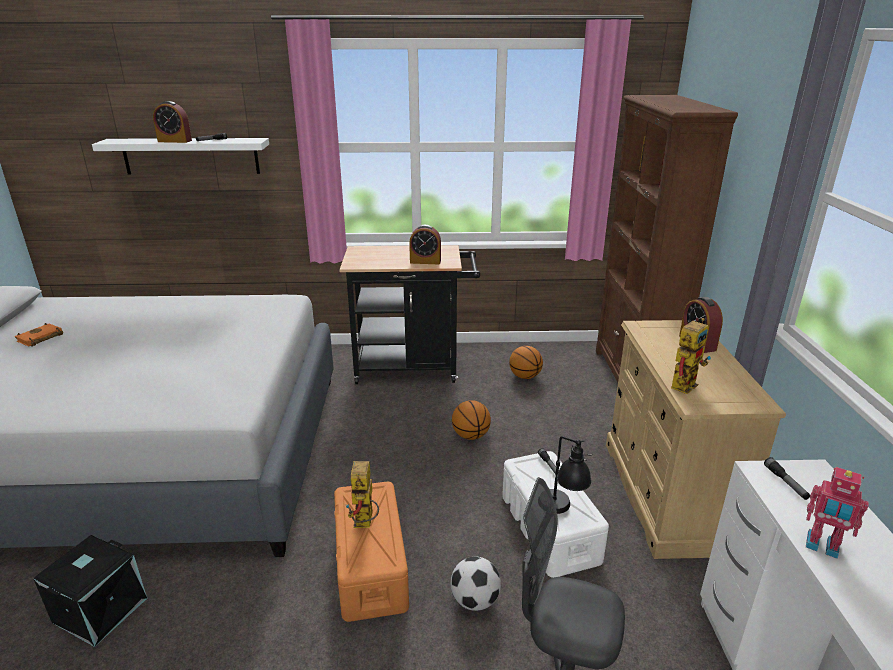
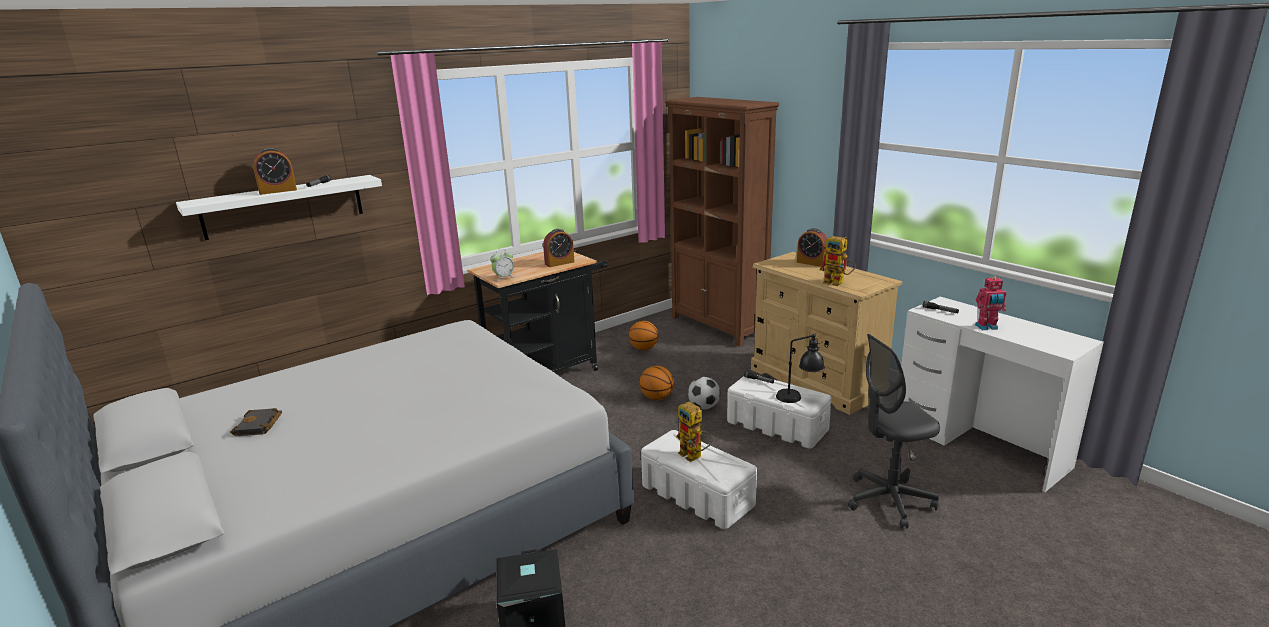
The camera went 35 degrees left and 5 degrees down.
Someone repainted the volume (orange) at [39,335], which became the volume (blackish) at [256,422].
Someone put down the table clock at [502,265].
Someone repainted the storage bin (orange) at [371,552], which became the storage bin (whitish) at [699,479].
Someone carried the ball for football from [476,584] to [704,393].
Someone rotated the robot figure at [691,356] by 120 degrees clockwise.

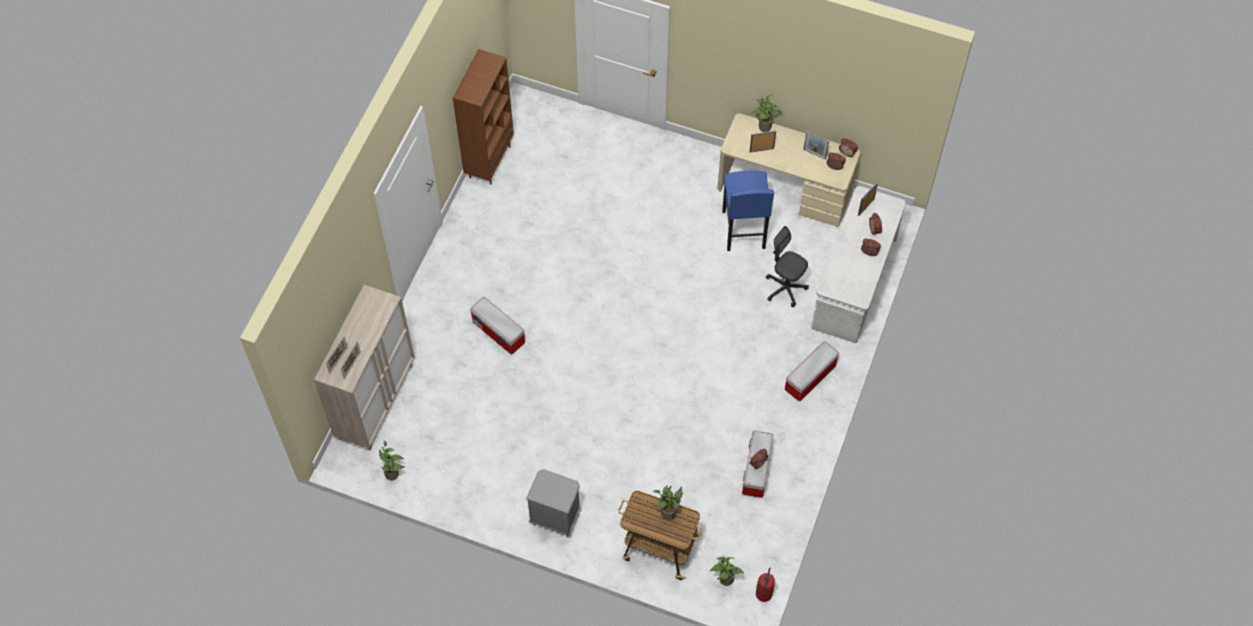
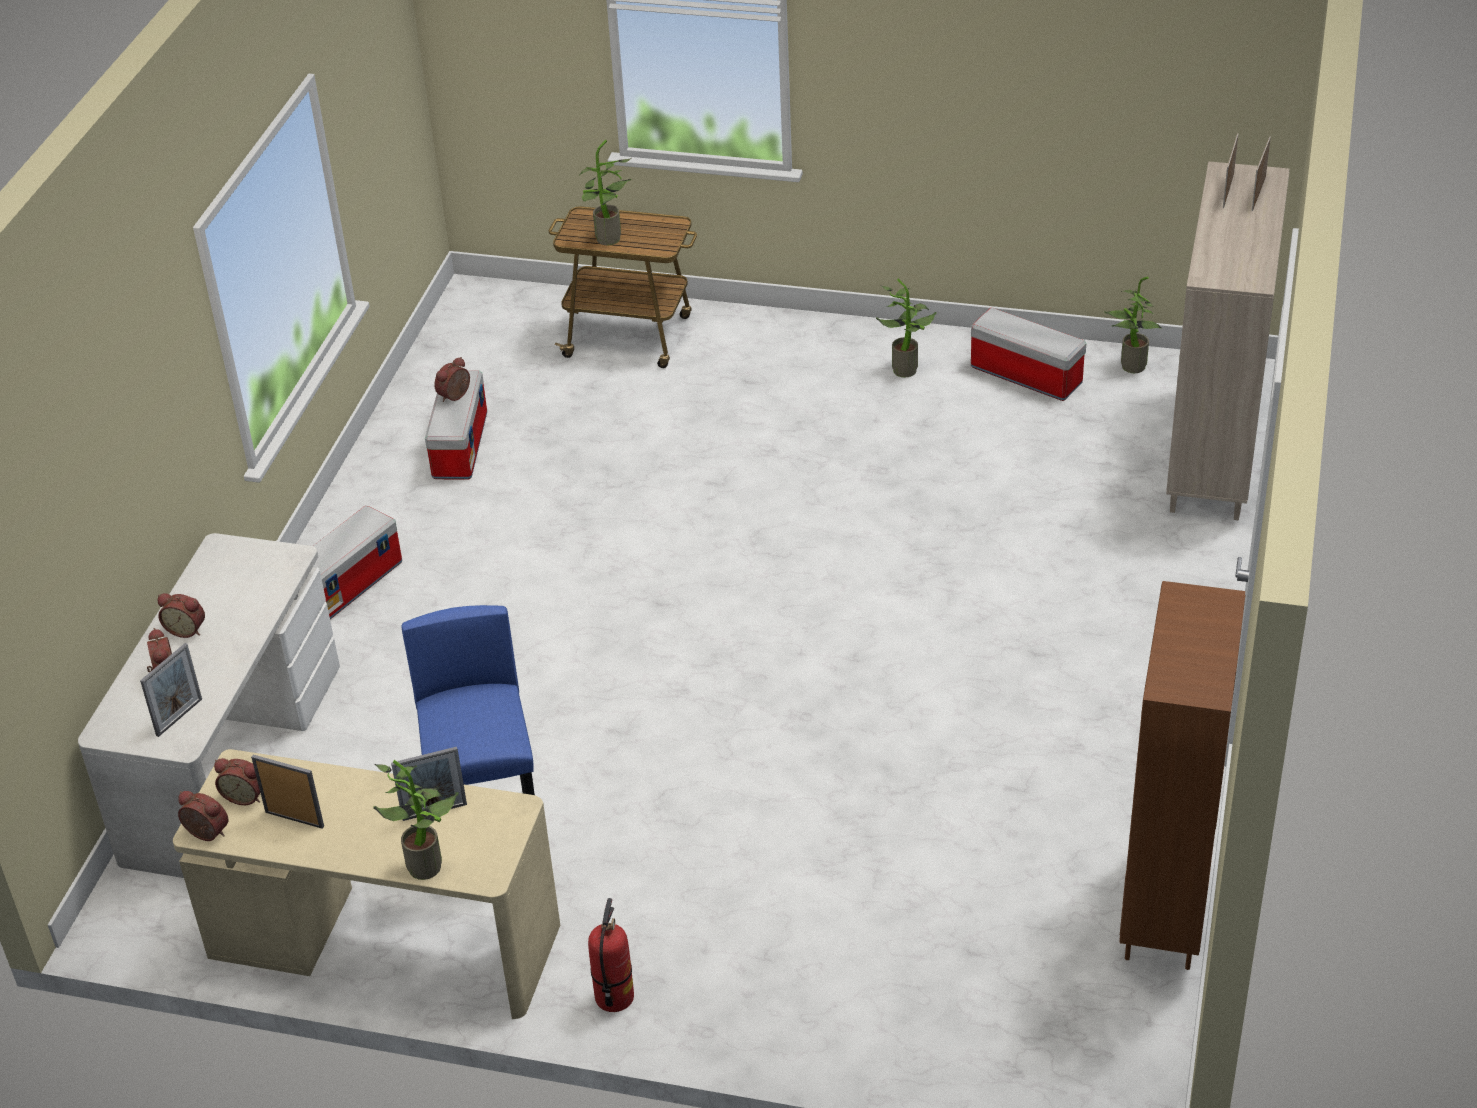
The camera went 175 degrees right and 20 degrees down.
Someone carried the extinguisher from [765,584] to [611,955].
Someone carried the houseplant from [727,571] to [906,328].
Someone carried the storage bin from [497,325] to [1028,354].
Someone took away the night table (grey) at [554,503].
Someone took away the office chair (grey) at [787,266].

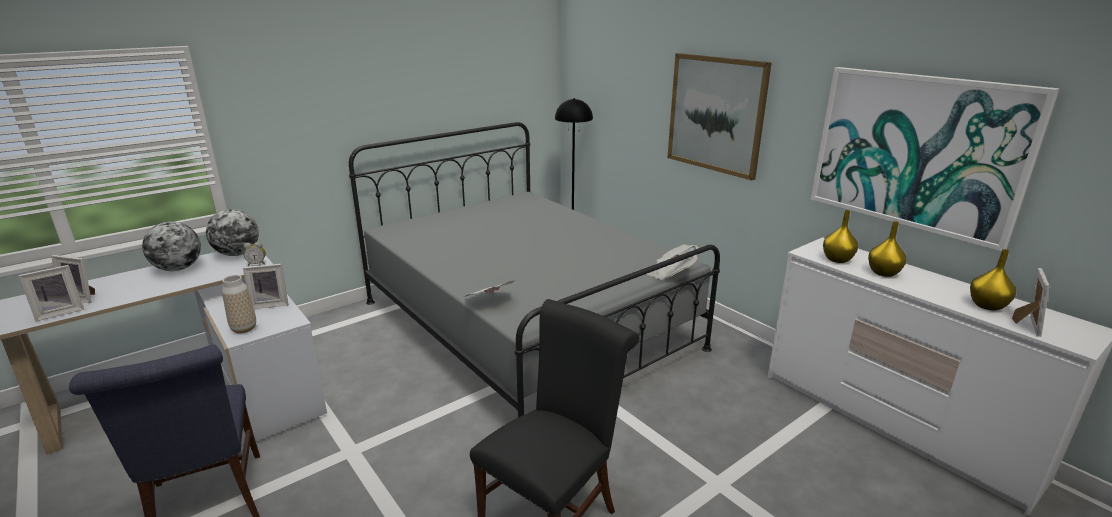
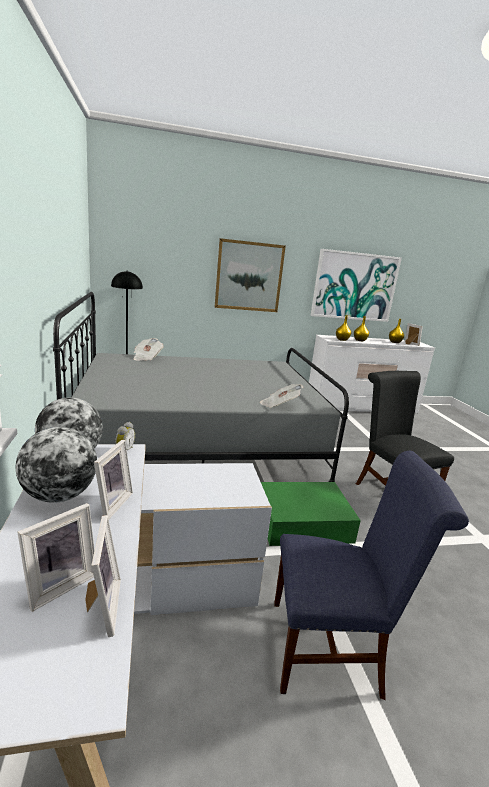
The camera went 65 degrees left and 5 degrees down.
Someone carried the standing frame from [266,286] to [113,479].
Someone carried the printed paper from [673,262] to [148,349].
Someone put down the storage bin (green) at [311,514].
Someone took away the flower vase at [239,304].

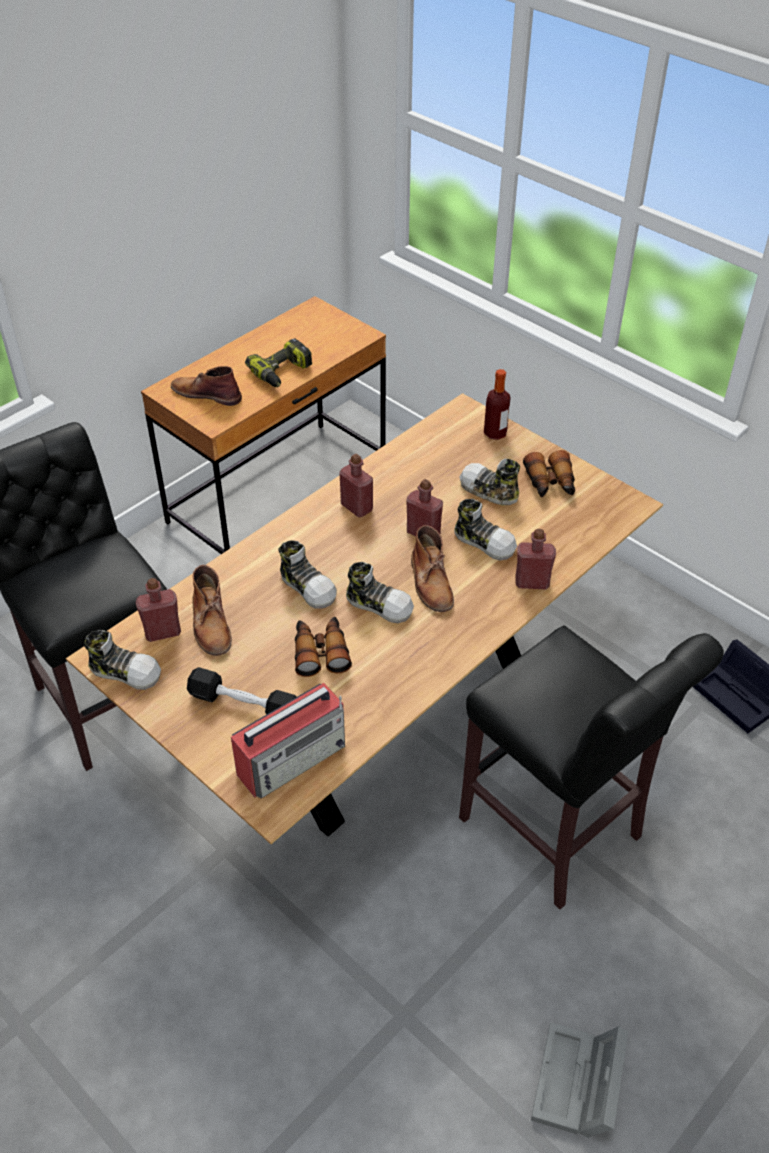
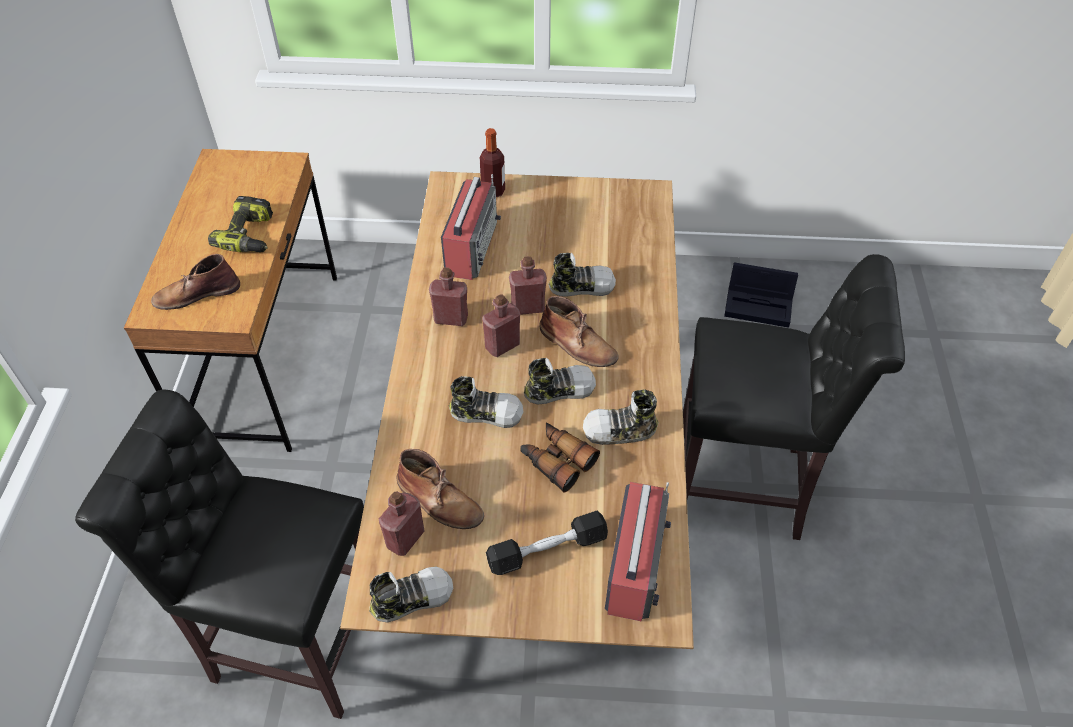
The camera went 40 degrees left and 5 degrees up.
Someone put down the radio at [471,227].
Someone carried the beverage bottle (red-coloured) from [535,559] to [501,325].
Someone carried the shoe from [490,482] to [621,417].
Someone took away the field glasses at [549,474].
Someone took away the storage bin (grey) at [579,1080].

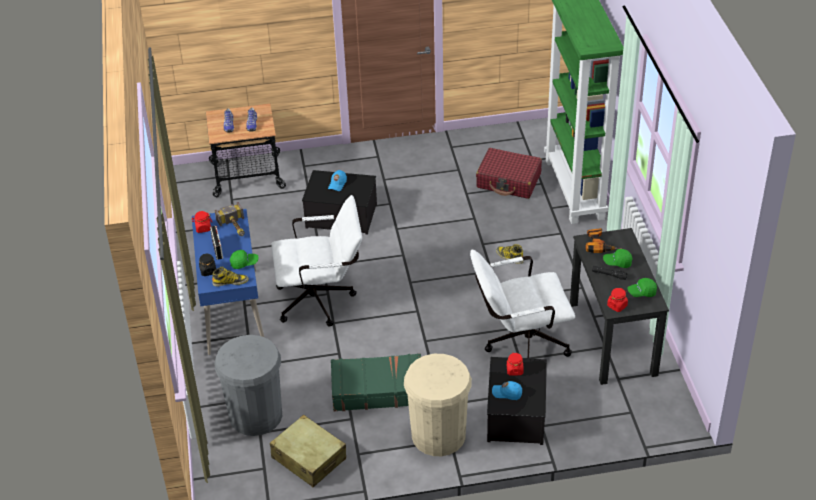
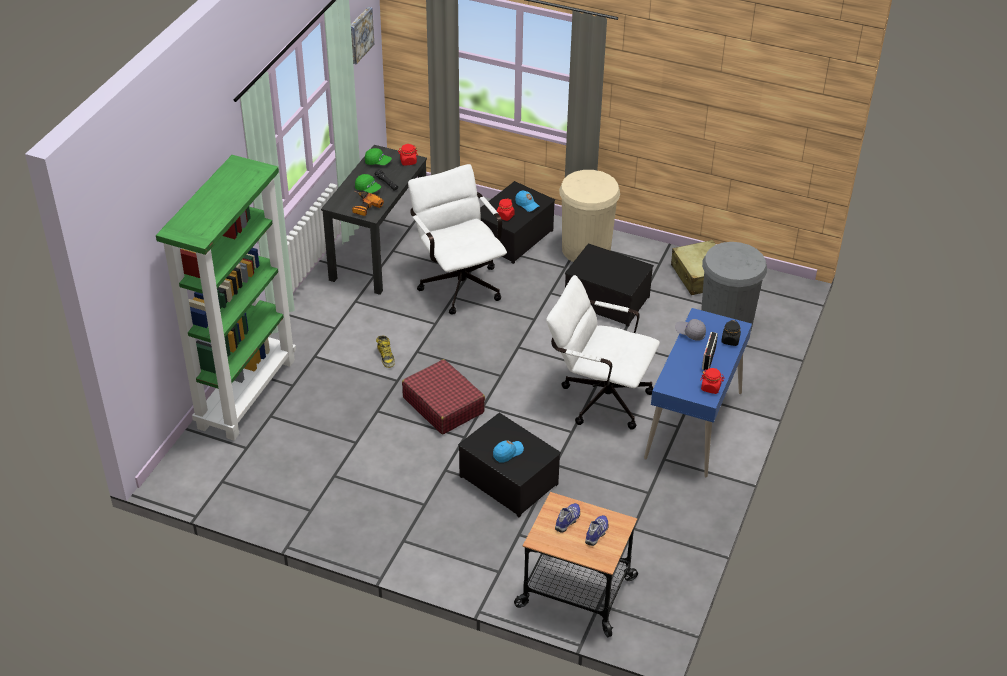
The camera went 150 degrees left and 0 degrees up.
Someone put up the picture at [362,35].
Someone carried the suitcase (red-coloured) from [509,173] to [443,396].
Someone rotated the office chair (whitish) at [522,304] by 135 degrees counterclockwise.
Someone swapped the suitcase (green) at [376,382] for the storage bin at [609,285].
Someone repainted the baseball cap (green) at [244,259], which became the baseball cap (grey) at [690,330].
Someone took away the tall boot at [230,276].
Someone took away the hammer at [229,219].

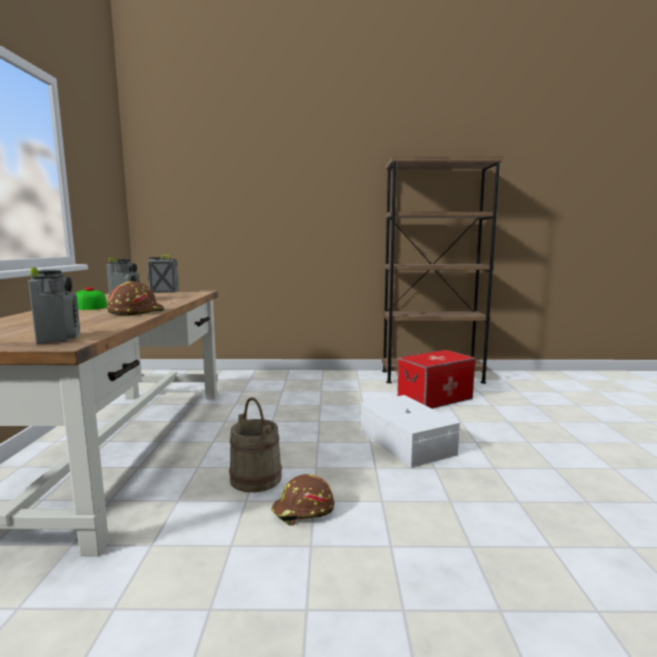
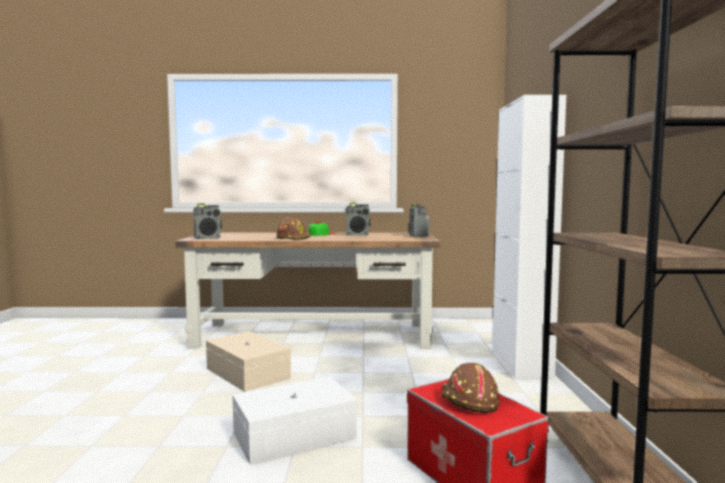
The camera went 90 degrees right and 5 degrees down.
Someone swapped the bucket (beige-coloured) at [255,445] for the storage bin (beige-coloured) at [248,361].
Someone carried the work helmet (brownish) from [303,500] to [470,388].
Someone put down the cupboard (whitish) at [529,237].

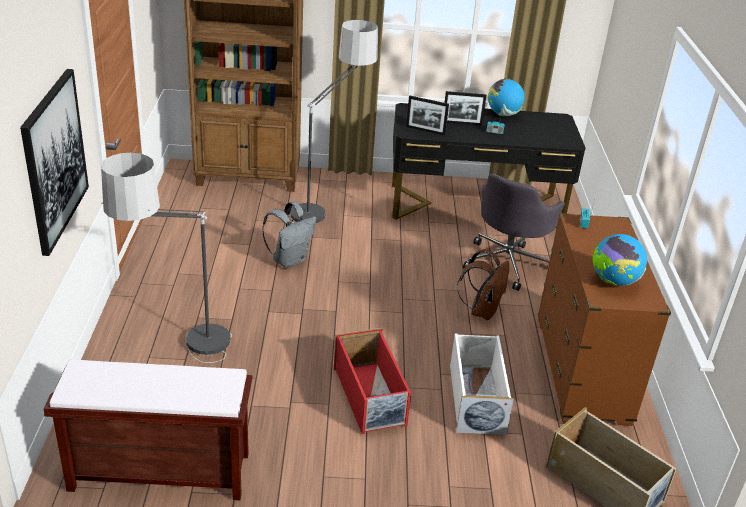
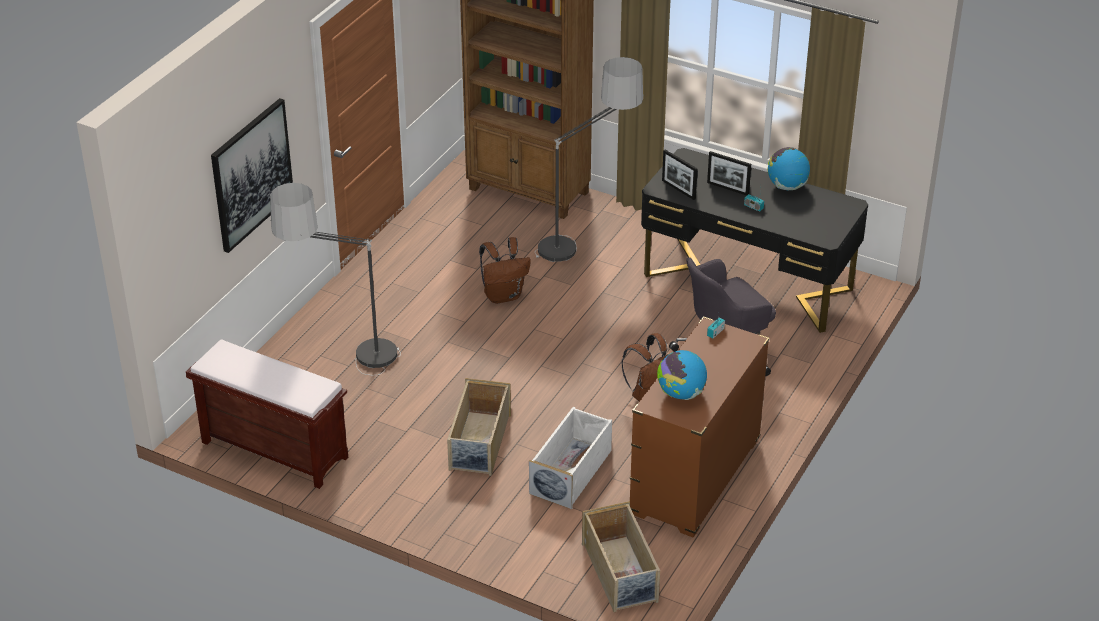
The camera went 30 degrees right and 5 degrees up.
Someone repainted the storage bin (red-coloured) at [372,381], which became the storage bin (beige-coloured) at [479,427].
Someone repainted the knapsack (grey) at [289,234], which became the knapsack (brownish) at [505,270].

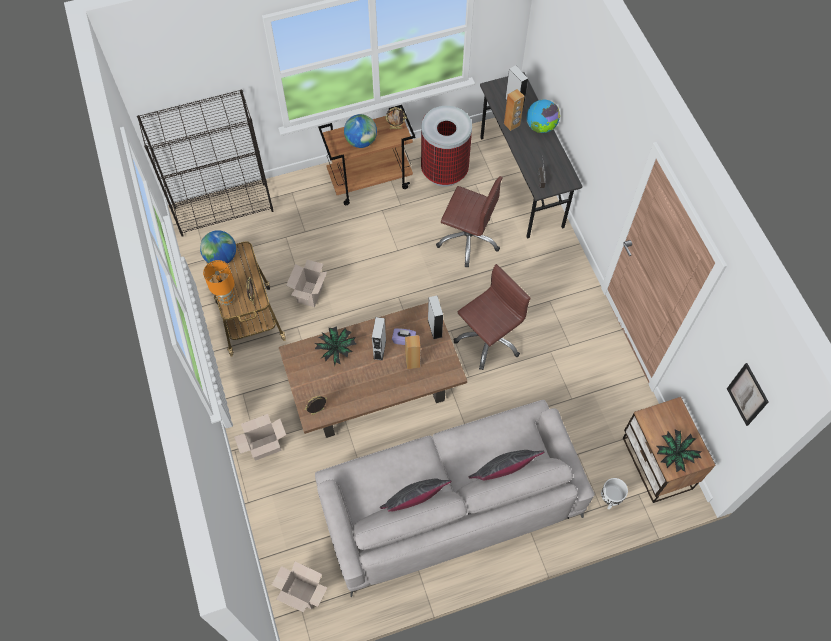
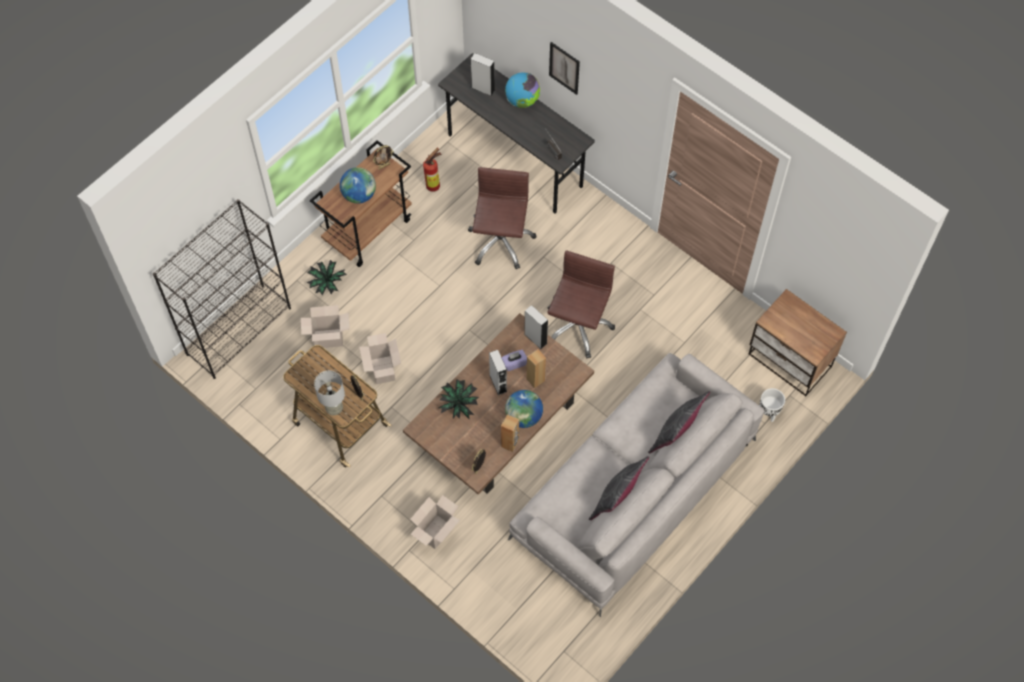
The camera went 30 degrees left and 0 degrees up.
Someone carried the cardboard box from [299,587] to [325,326].
Someone carried the houseplant from [679,450] to [326,277].
Someone repainted the tabletop lamp (orange) at [219,282], which became the tabletop lamp (grey) at [329,392].
Someone swapped the waste bin at [446,146] for the extinguisher at [432,170].
Someone rotated the office chair (brownish) at [469,221] by 75 degrees counterclockwise.
Someone carried the audio speaker (brownish) from [514,110] to [510,433].
Someone carried the world globe from [218,247] to [524,409].
Someone carried the picture from [748,394] to [564,68].

